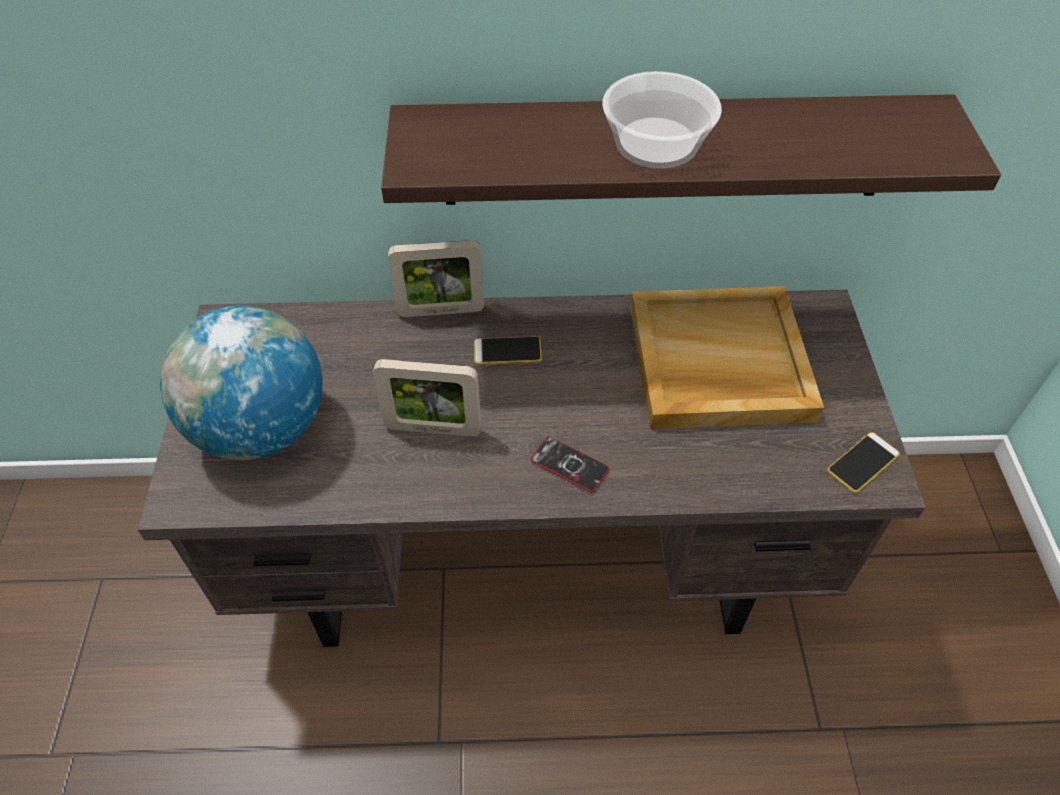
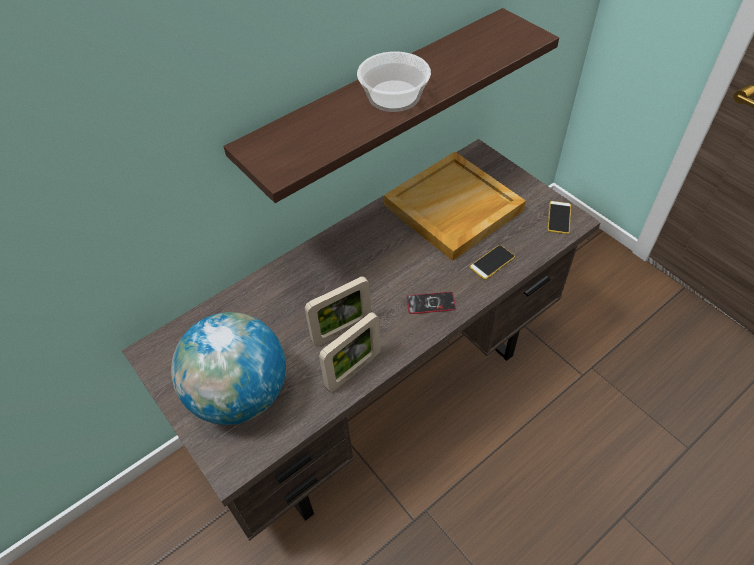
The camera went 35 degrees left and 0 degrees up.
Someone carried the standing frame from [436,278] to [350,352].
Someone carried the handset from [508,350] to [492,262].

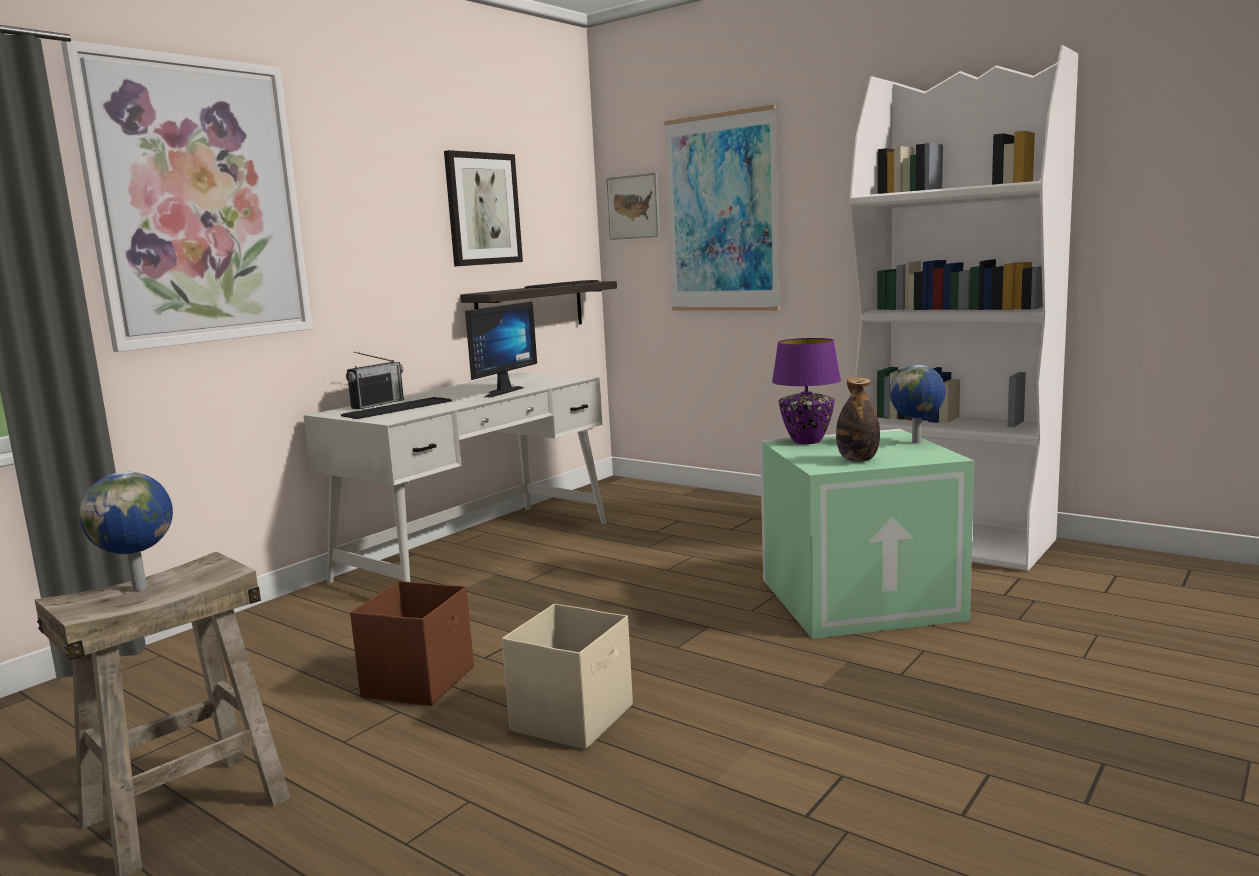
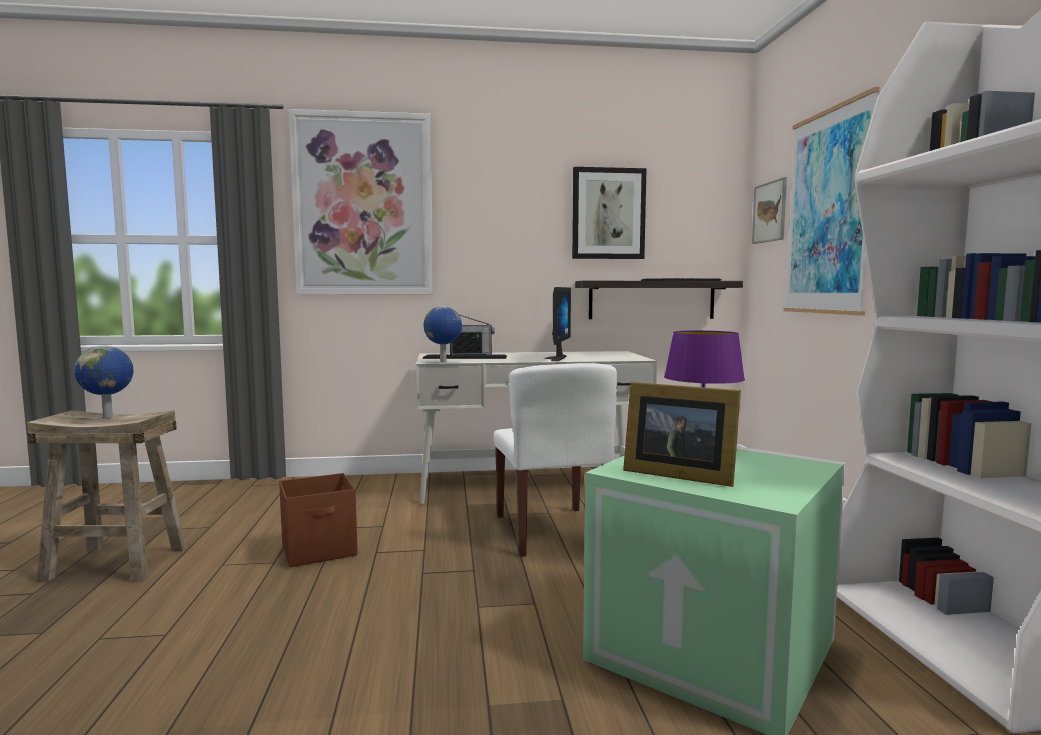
The camera went 45 degrees right and 5 degrees down.
Someone carried the world globe from [918,404] to [443,334].
Someone put down the upright chair (whitish) at [555,460].
Someone rotated the computer screen at [501,349] by 60 degrees counterclockwise.
Someone swapped the beverage bottle at [858,419] for the standing frame at [682,434].
Someone took away the storage bin (beige-coloured) at [567,676].

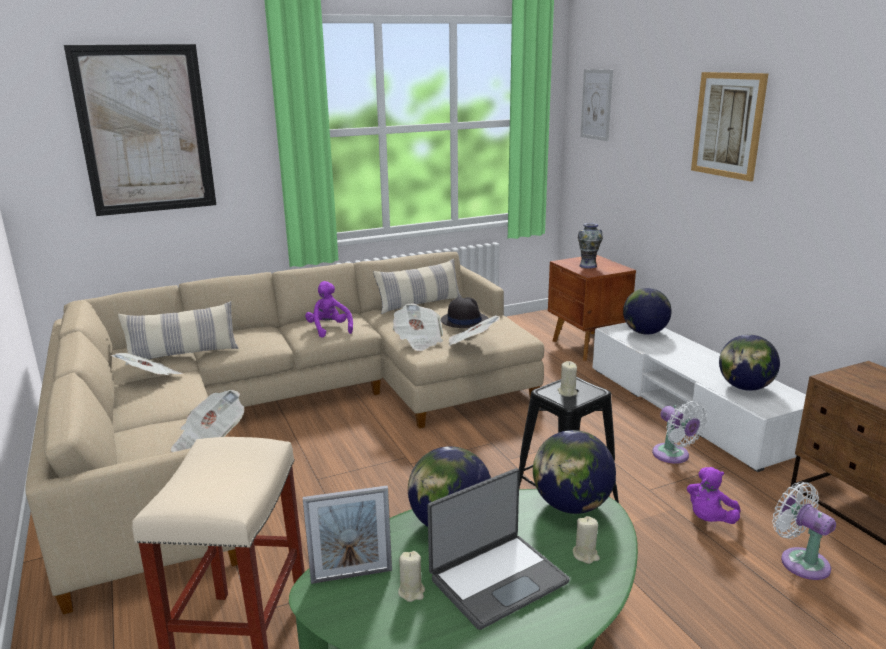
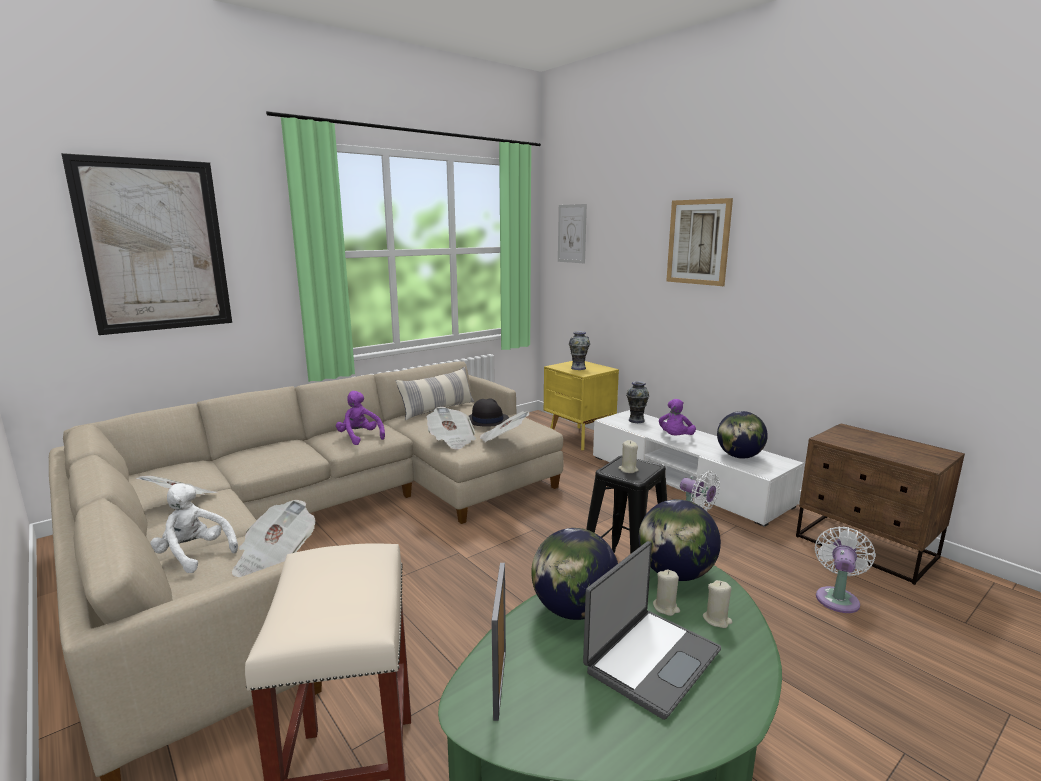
The camera went 15 degrees left and 5 degrees down.
Someone put down the soft toy (whitish) at [194,528].
Someone rotated the standing frame at [347,535] by 120 degrees clockwise.
Someone repainted the night table (brownish) at [592,308], which became the night table (yellowish) at [581,405].
Someone swapped the world globe at [647,311] for the flower vase at [637,402].
Someone carried the candle (beige-coloured) from [411,576] to [666,592].
Someone carried the soft toy (purple-coloured) from [713,495] to [677,417].
Someone rotated the cooling fan (whitish) at [804,531] by 75 degrees clockwise.
Someone took away the cushion at [178,333].

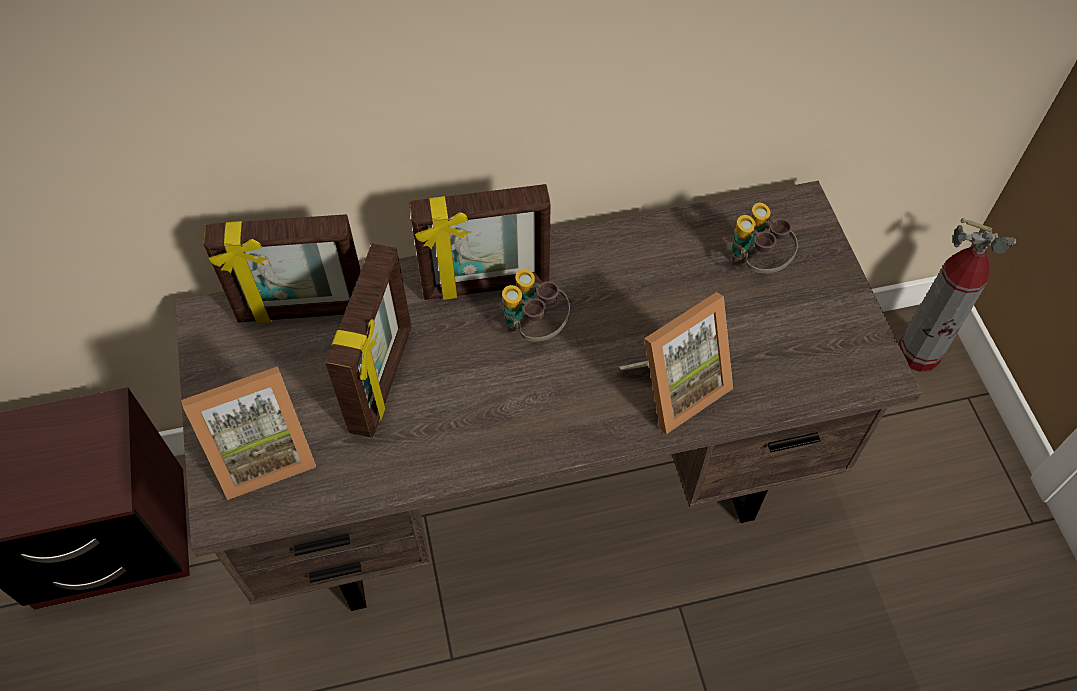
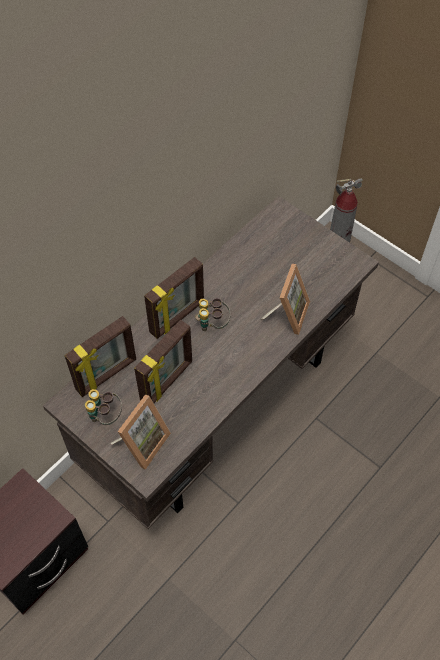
The camera went 35 degrees left and 0 degrees up.
Someone carried the field glasses from [765,238] to [103,407].
Someone rotated the standing frame at [368,341] by 60 degrees clockwise.

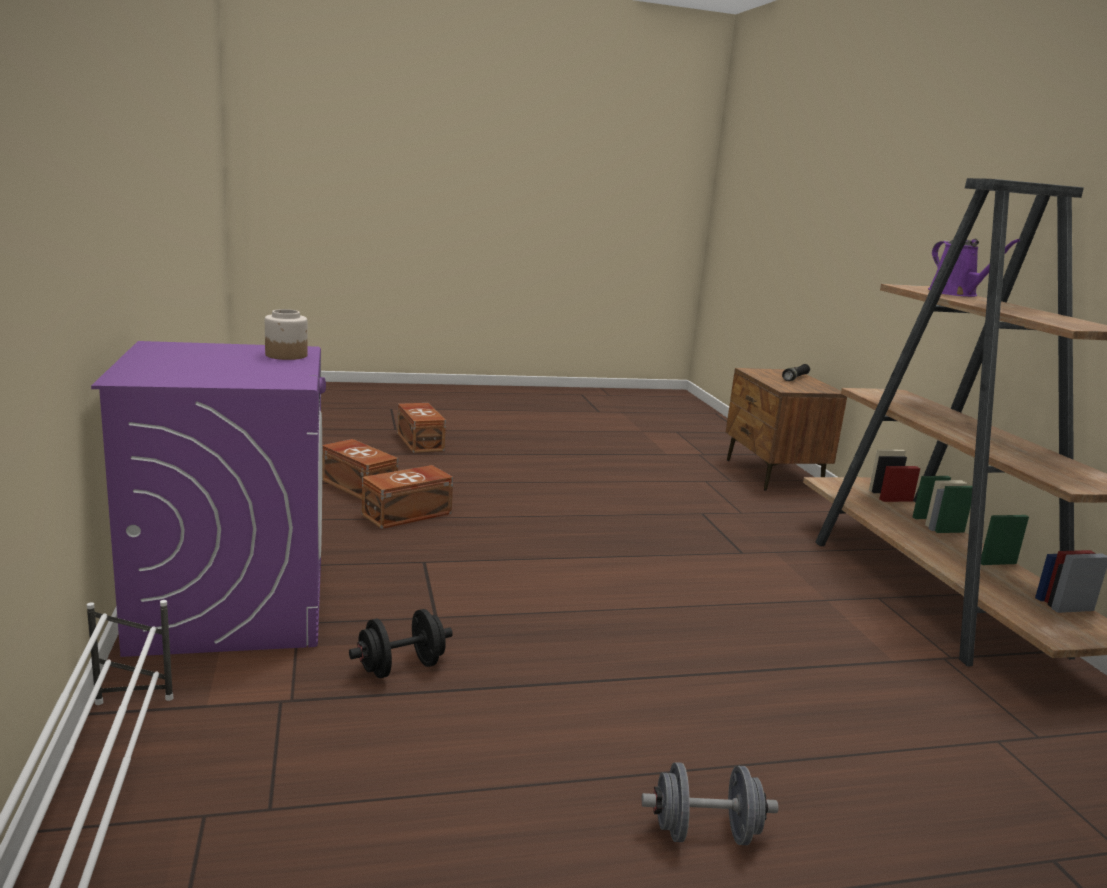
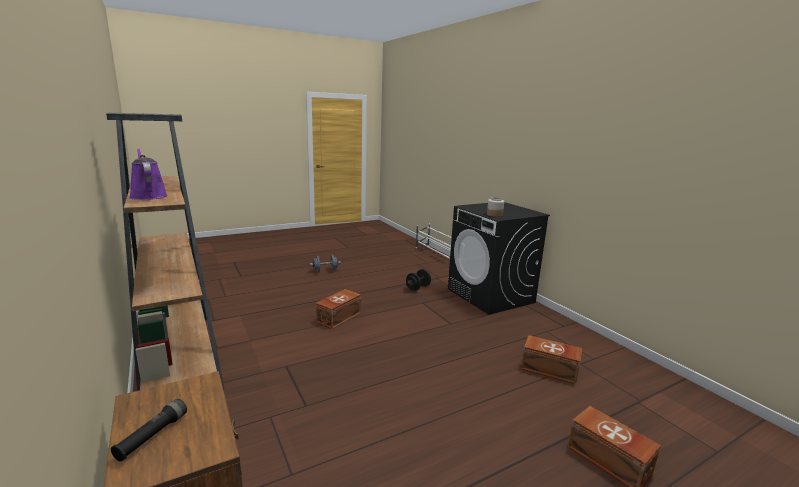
The camera went 165 degrees right and 0 degrees up.
Someone carried the storage bin (brownish) from [407,497] to [338,309].
Someone repainted the laundry machine (purple-coloured) at [208,499], which became the laundry machine (blackish) at [499,258].

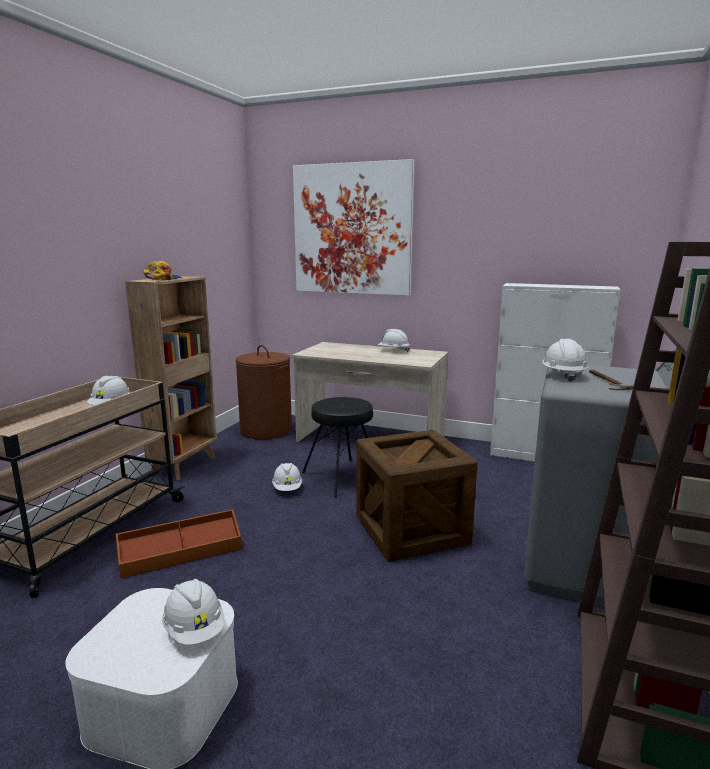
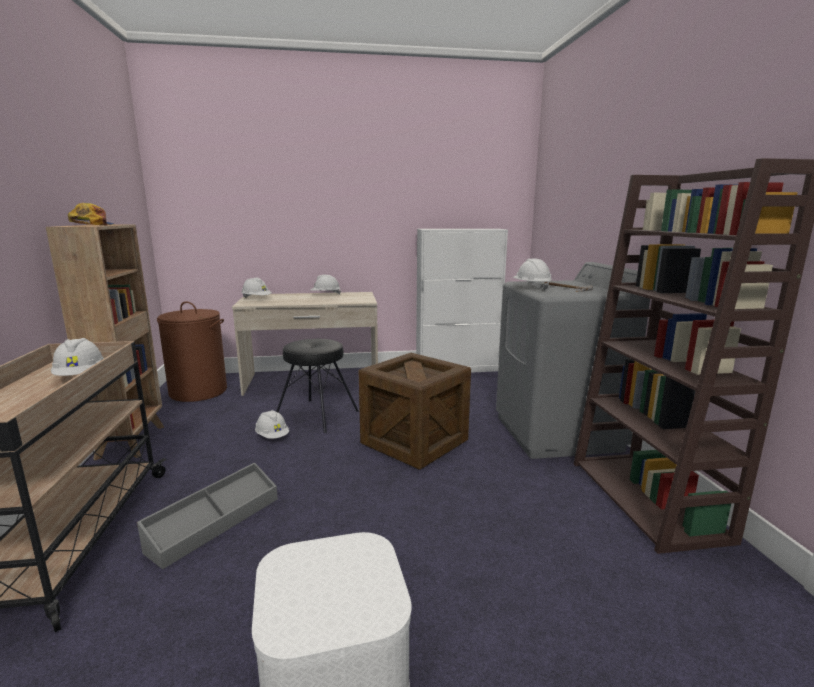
The camera went 30 degrees left and 0 degrees up.
Someone repainted the storage bin (brownish) at [179,543], which became the storage bin (grey) at [207,515].
Someone carried the work helmet (whitish) from [193,612] to [256,288].
Someone took away the picture at [354,227].

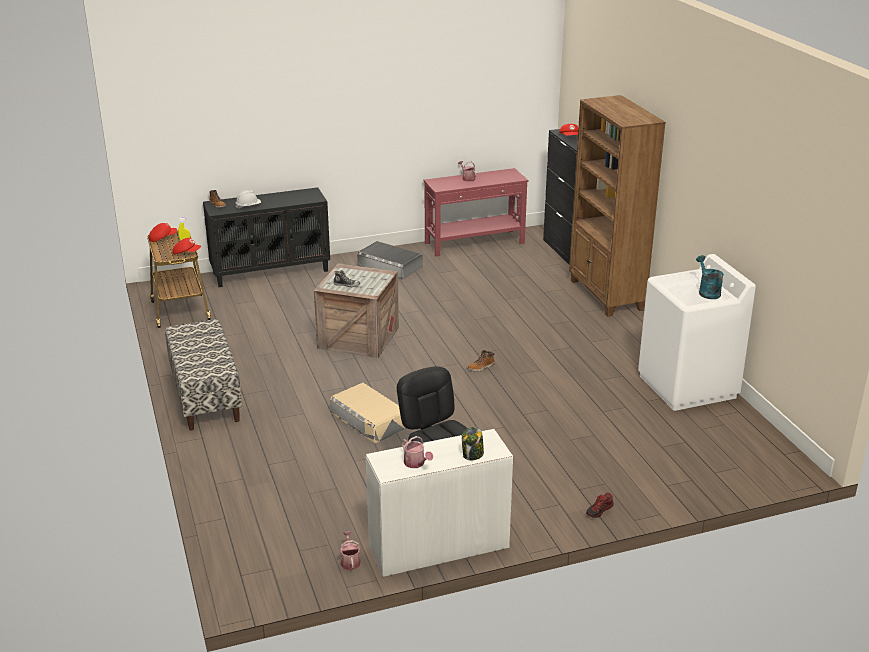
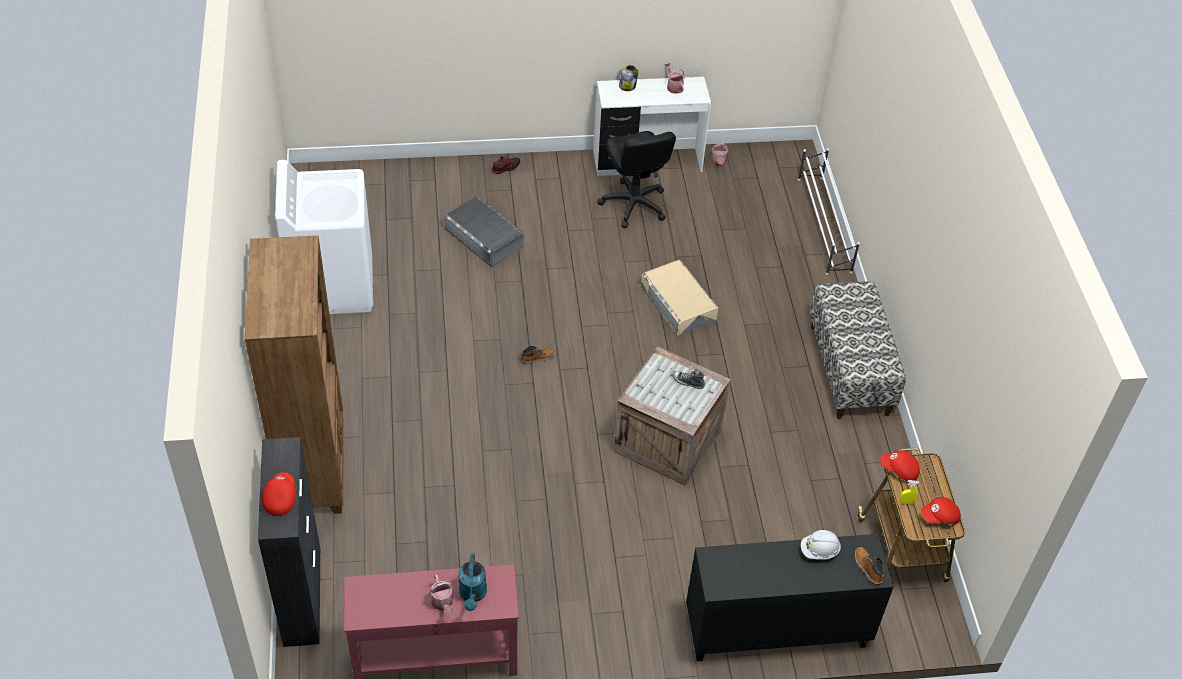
The camera went 170 degrees left and 20 degrees up.
Someone carried the storage bin (grey) from [390,260] to [484,232].
Someone carried the watering pot (turquoise) from [710,277] to [472,582].
Someone put down the shoe rack (whitish) at [829,211].

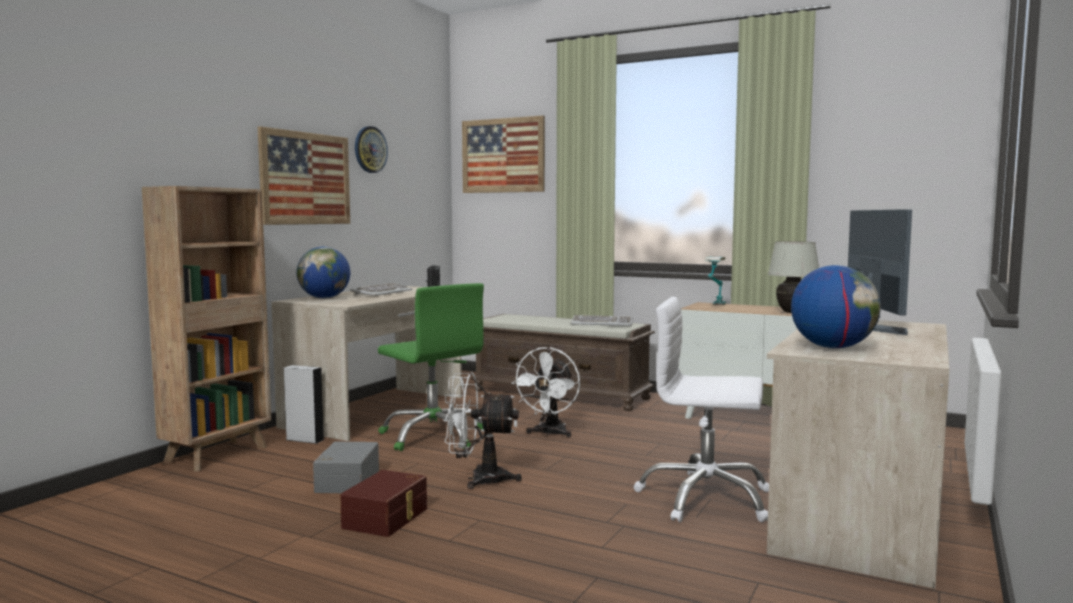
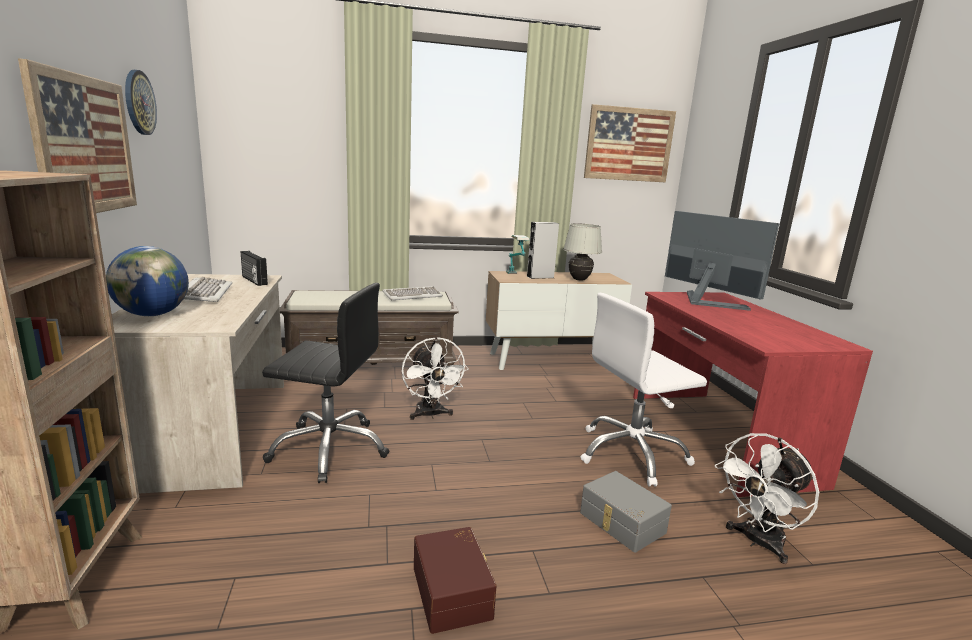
The camera went 40 degrees left and 10 degrees up.
Someone repainted the office chair (green) at [431,367], which became the office chair (blackish) at [325,383].
Someone carried the audio speaker (grey) from [304,404] to [542,250].
Someone carried the storage bin (grey) from [346,467] to [626,512].
Someone carried the picture from [503,154] to [630,143].
Someone repainted the desk (beige-coloured) at [858,454], which became the desk (red-coloured) at [753,394].
Someone carried the cooling fan (whitish) from [482,431] to [767,498].
Someone took away the world globe at [836,307].

